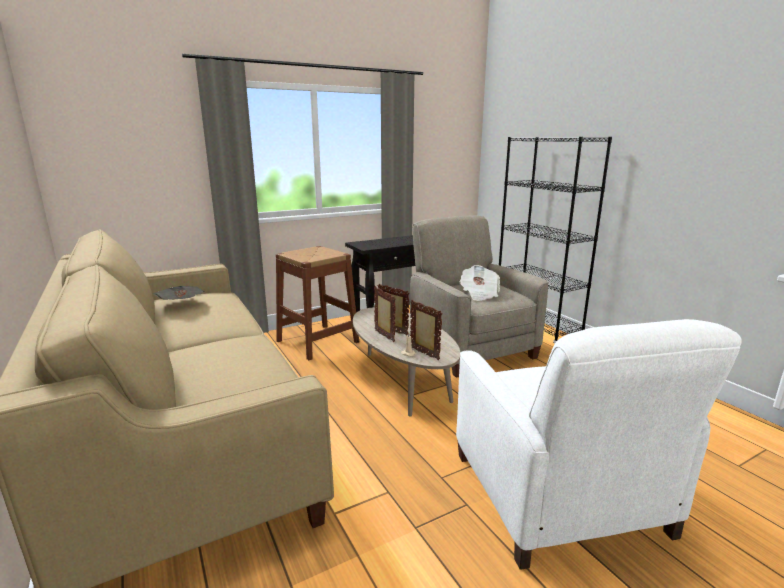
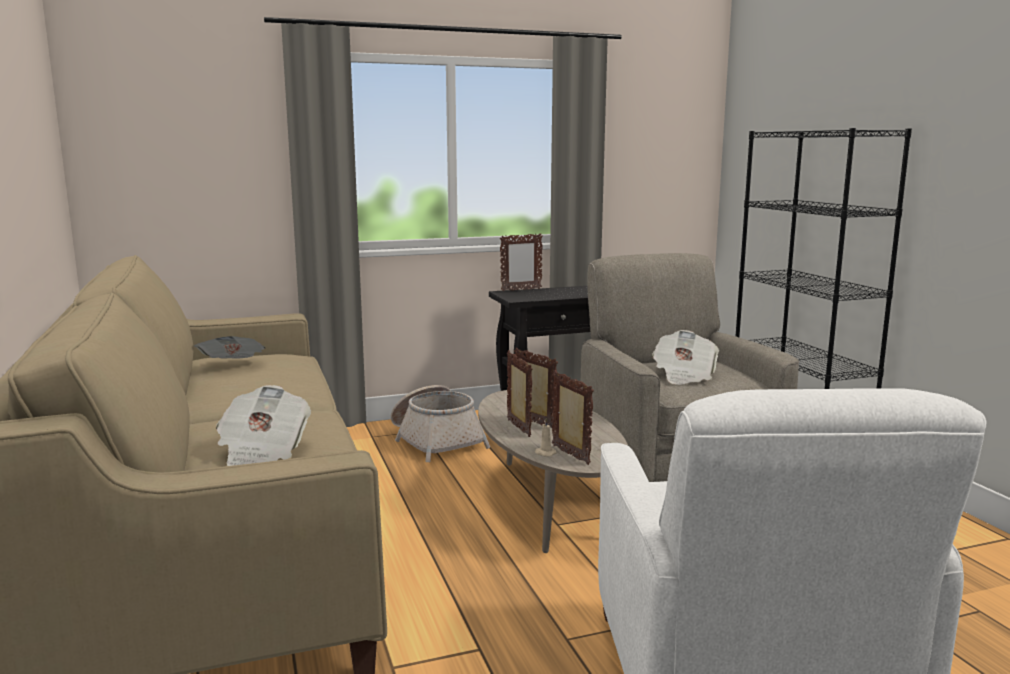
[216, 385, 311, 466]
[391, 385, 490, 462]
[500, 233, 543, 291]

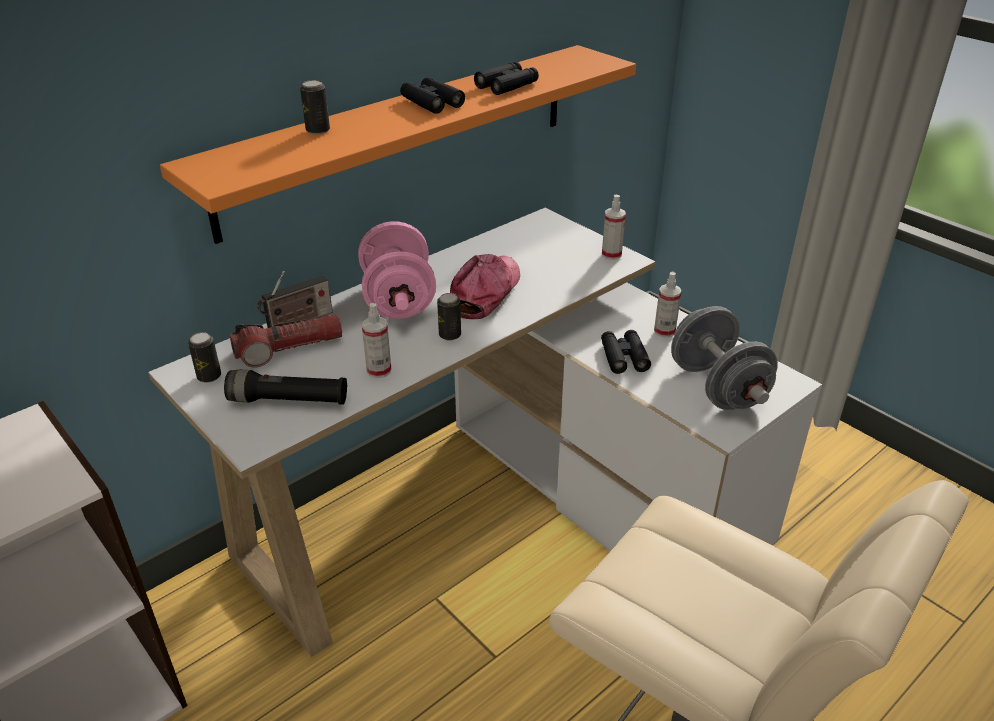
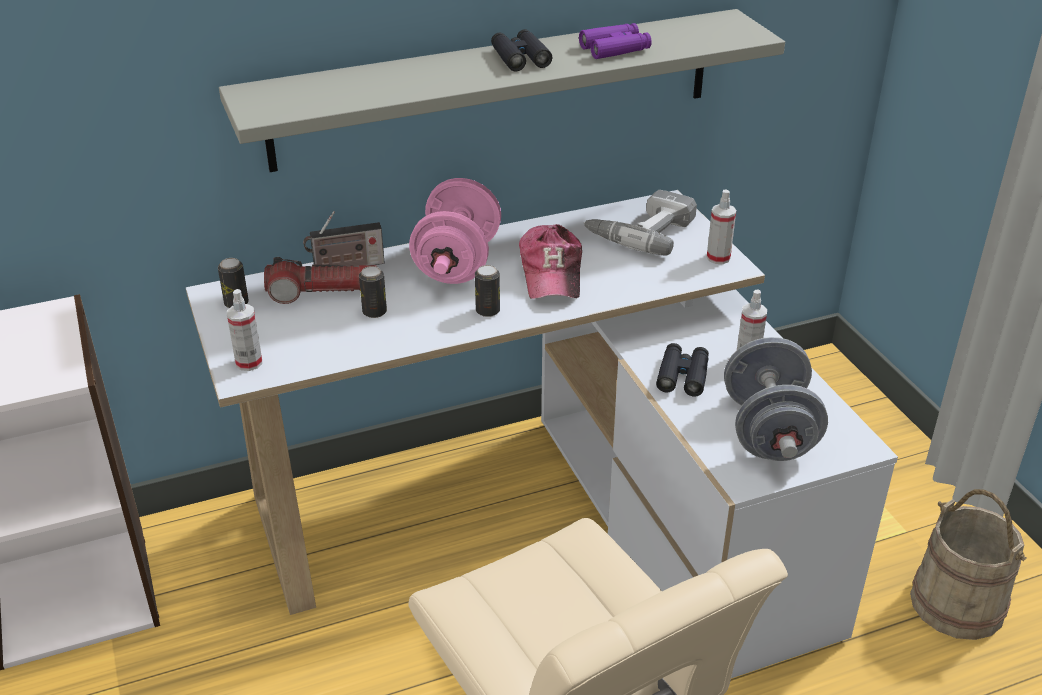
[219, 9, 785, 172]
[227, 289, 262, 371]
[359, 266, 387, 318]
[519, 224, 582, 299]
[579, 23, 652, 59]
[583, 190, 697, 255]
[910, 489, 1027, 640]
[224, 370, 347, 405] (first image)

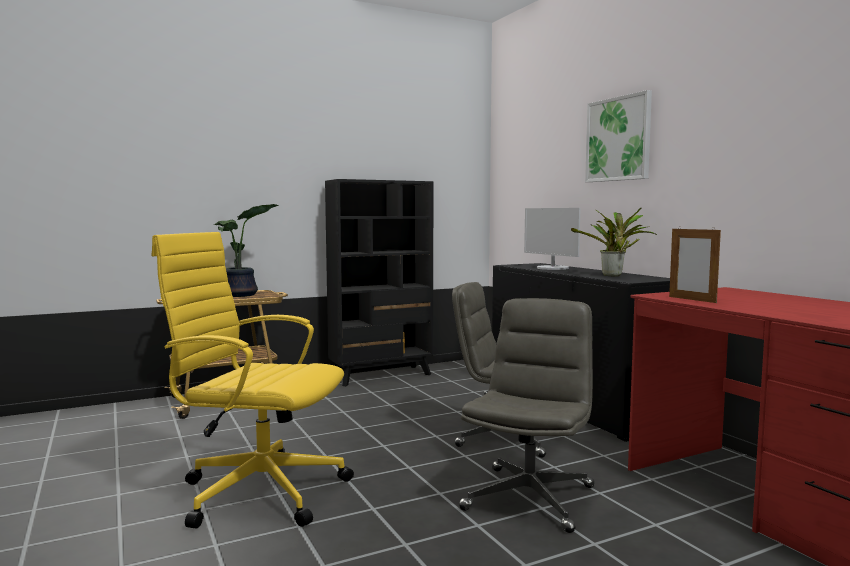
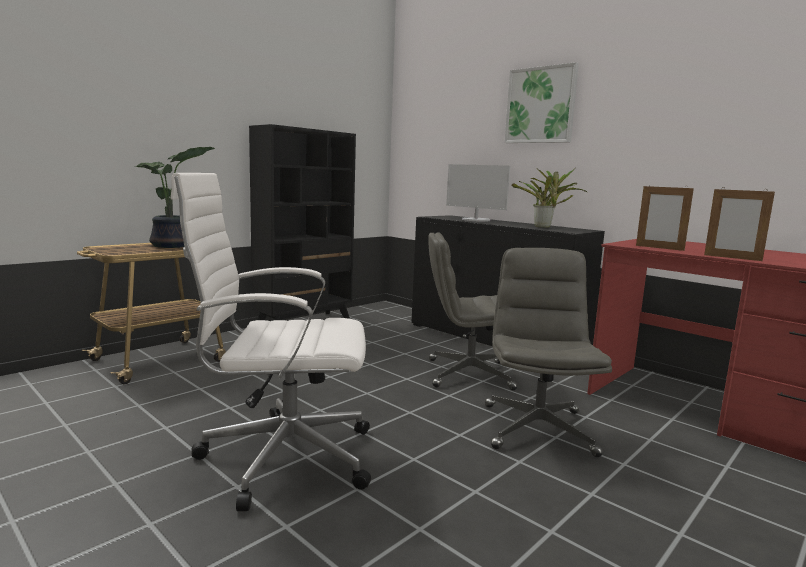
[171, 173, 371, 511]
[704, 187, 775, 261]

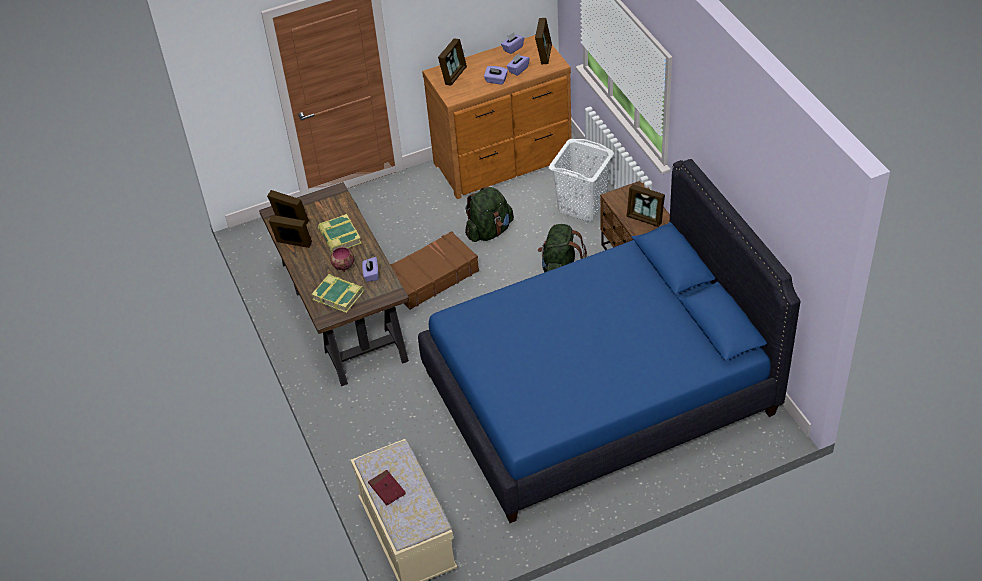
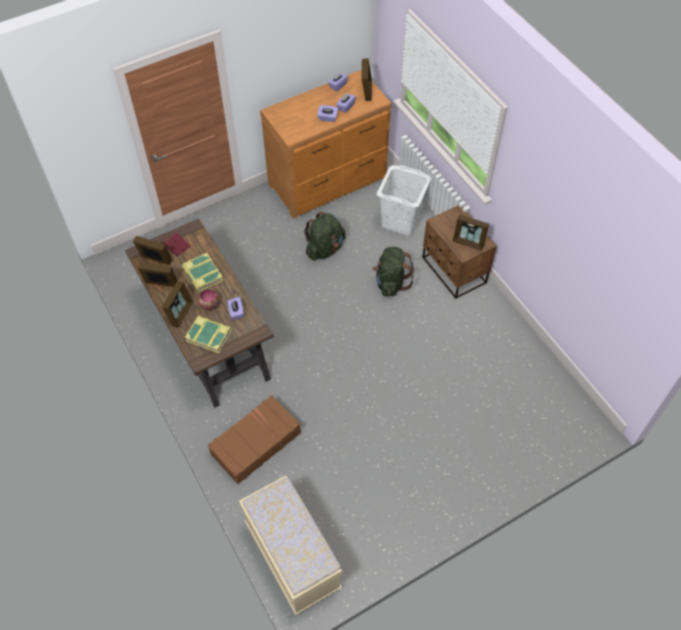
[161, 231, 190, 256]
[162, 281, 193, 328]
[208, 395, 301, 484]
[418, 159, 801, 523] (first image)

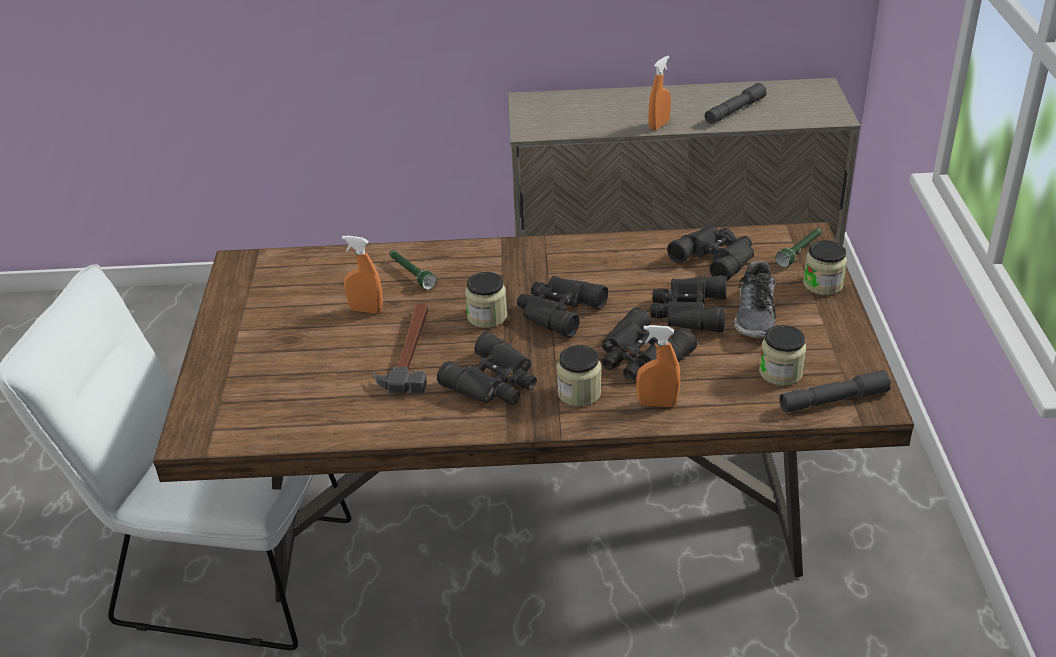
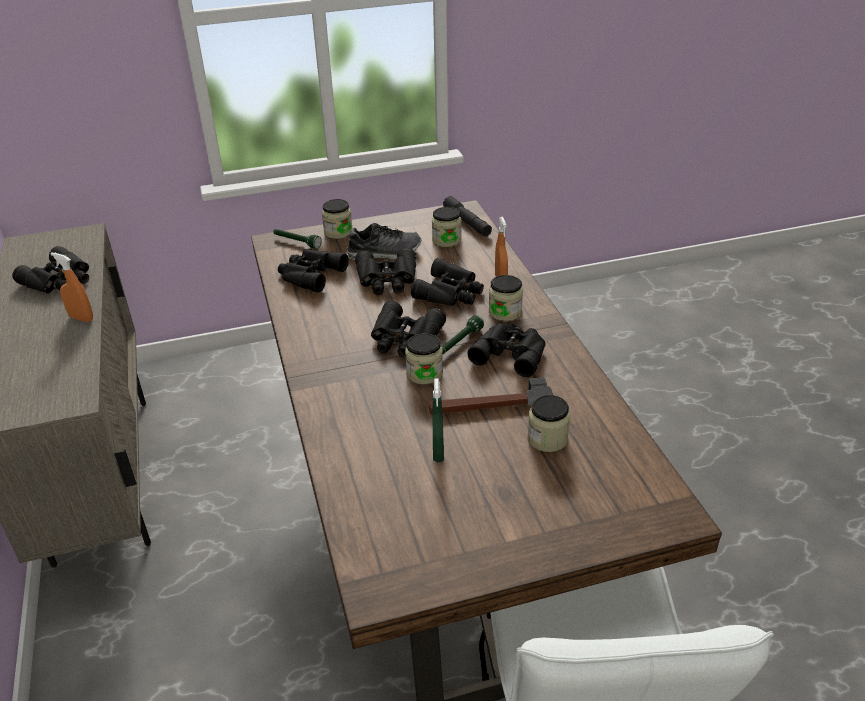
[13, 246, 89, 293]
[433, 378, 444, 462]
[442, 315, 484, 354]
[527, 395, 570, 452]

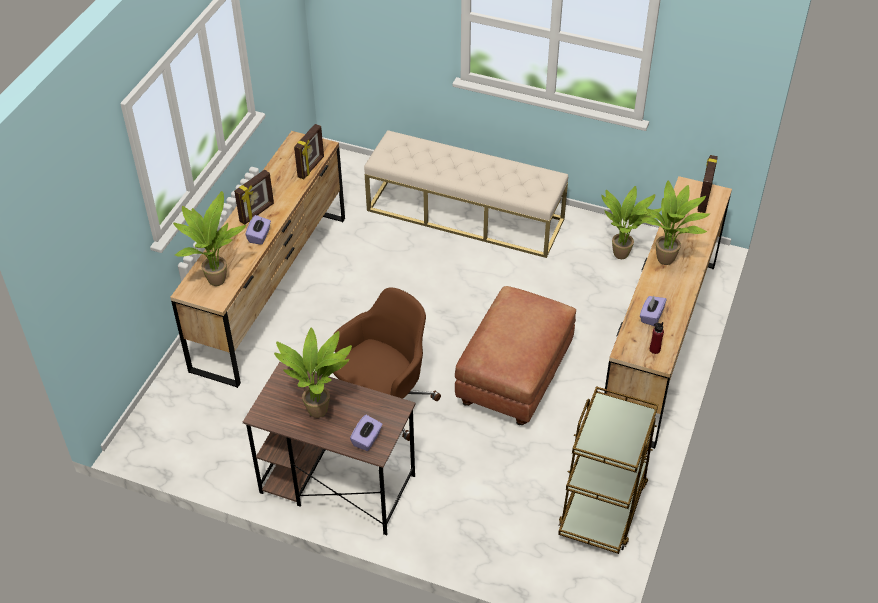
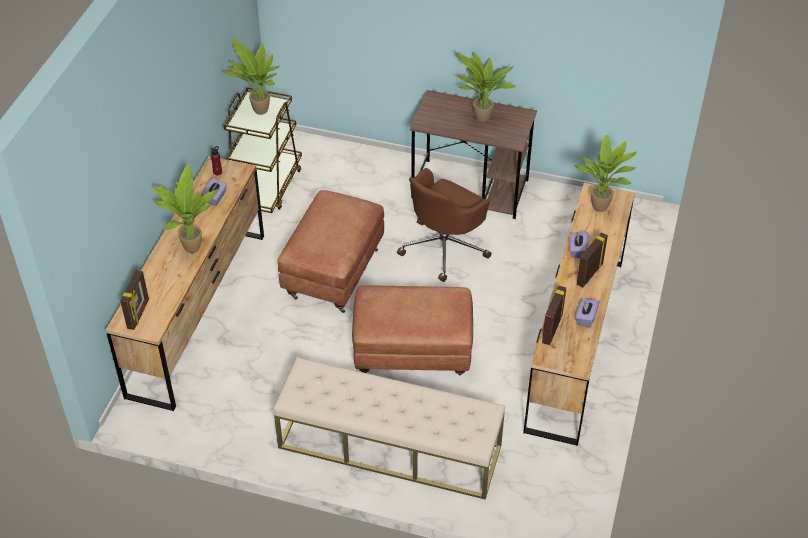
[223, 38, 279, 115]
[352, 285, 473, 375]
[575, 299, 600, 328]

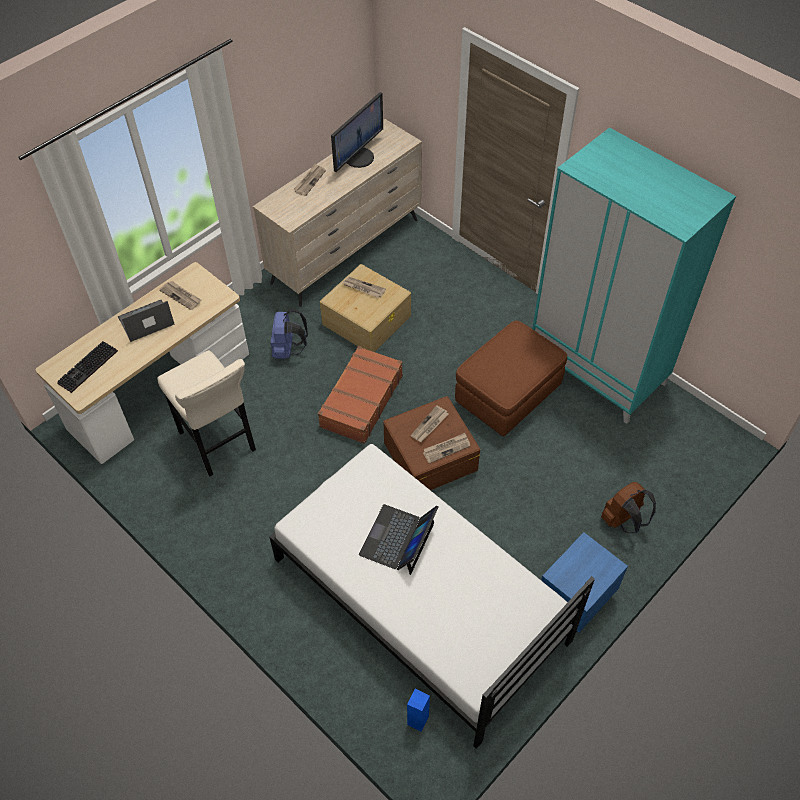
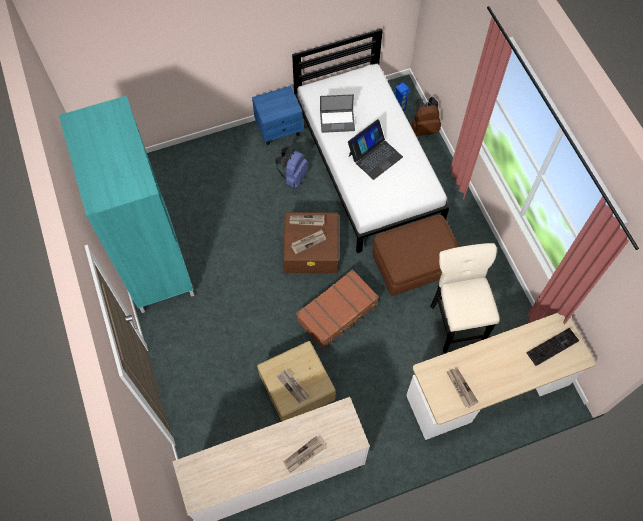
[275, 147, 308, 188]
[320, 94, 355, 133]
[373, 215, 459, 296]
[411, 96, 441, 136]
[331, 92, 383, 172] (first image)

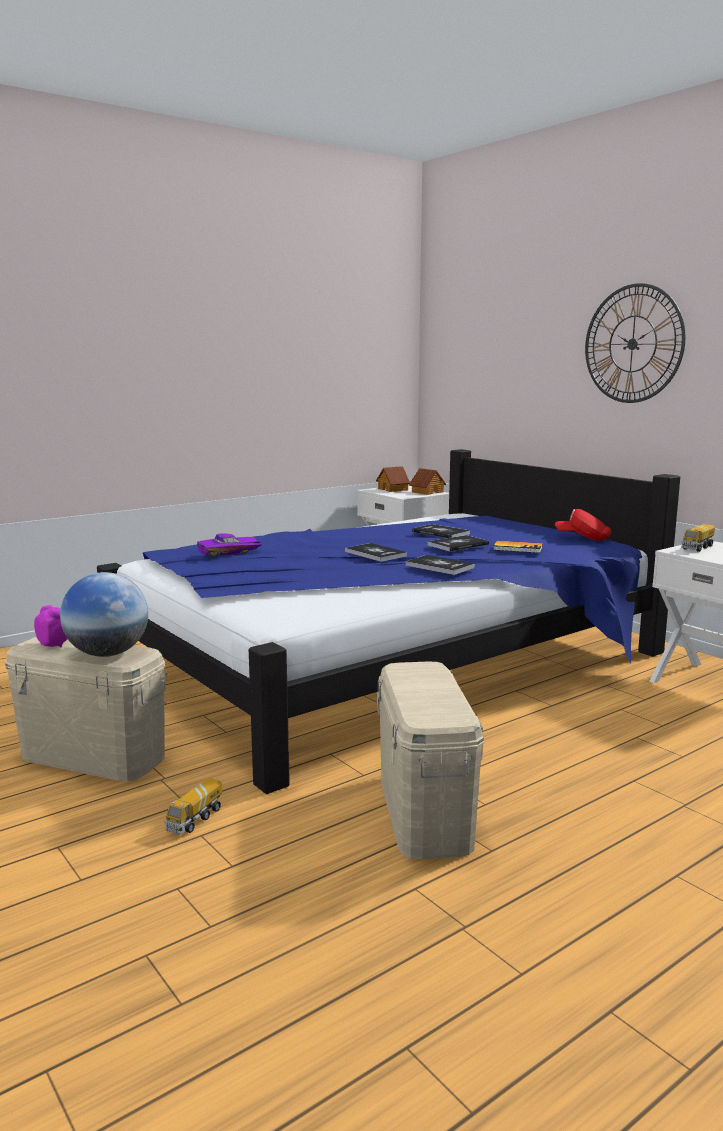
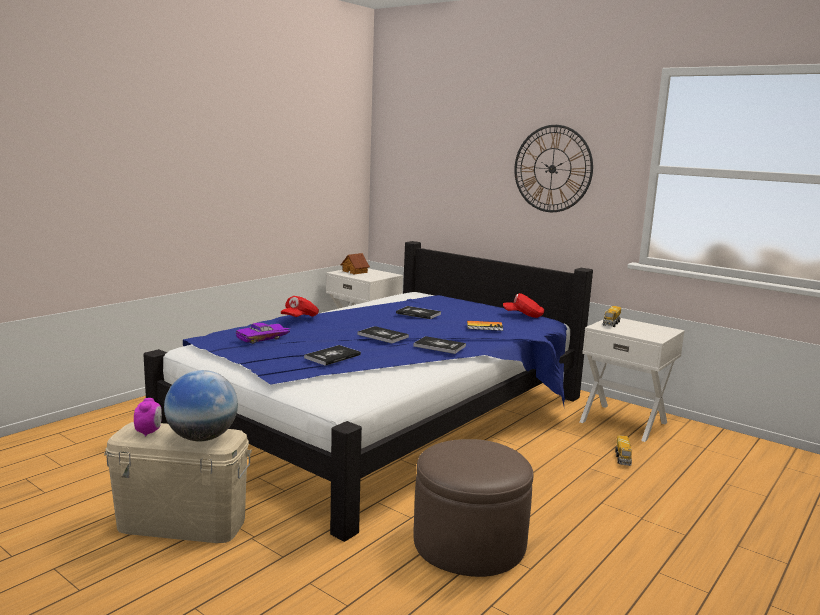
[134, 398, 162, 436]
[281, 296, 319, 317]
[304, 345, 361, 366]
[413, 439, 533, 577]
[615, 435, 632, 466]
[409, 468, 446, 495] (first image)

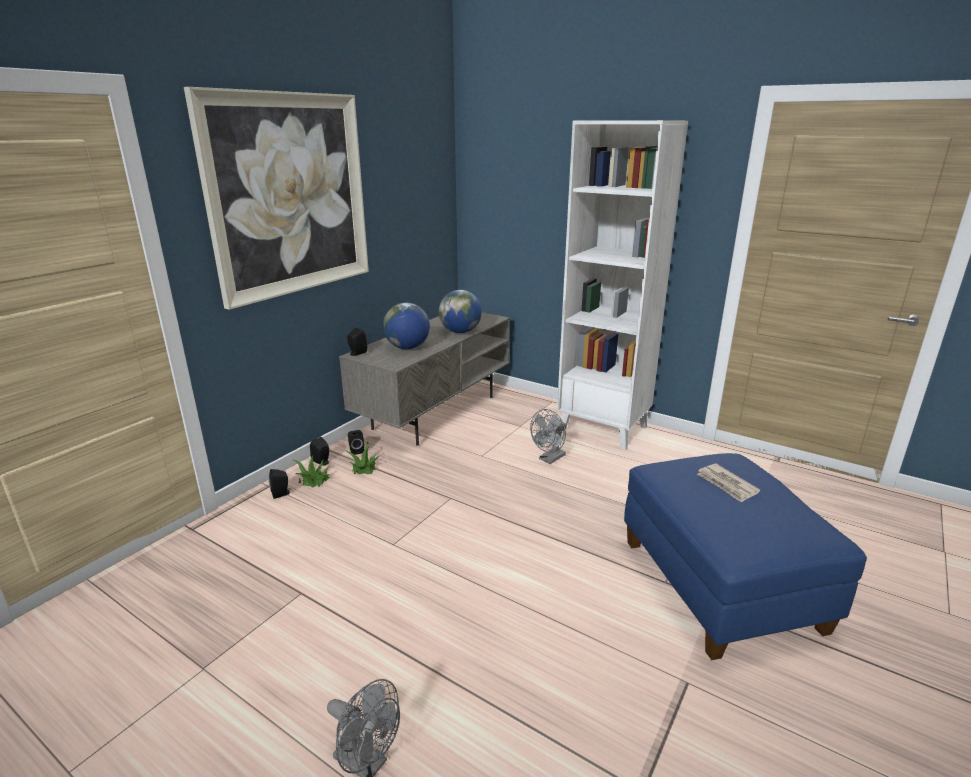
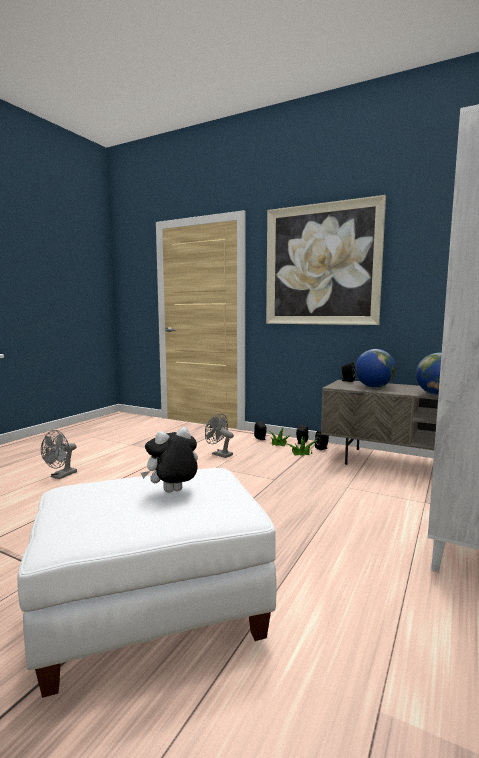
[17, 468, 277, 698]
[141, 427, 198, 492]
[205, 413, 234, 458]

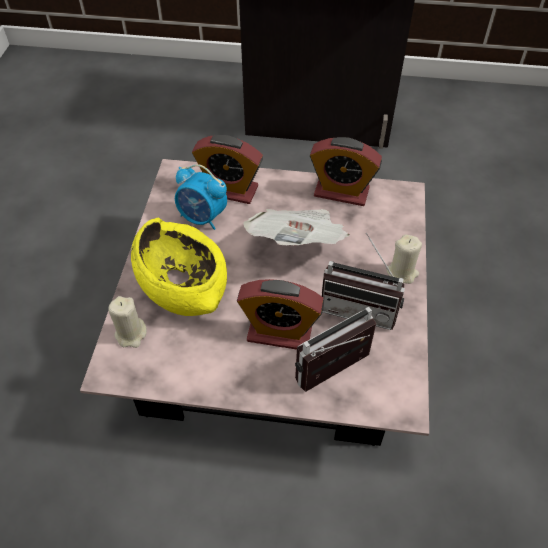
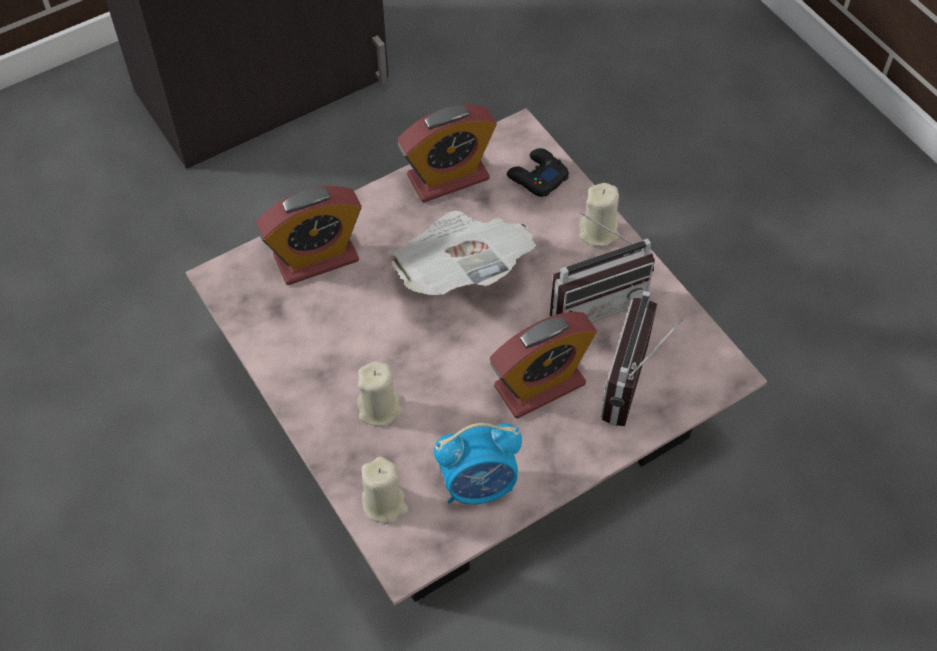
[357, 361, 402, 426]
[434, 423, 522, 504]
[507, 148, 569, 197]

